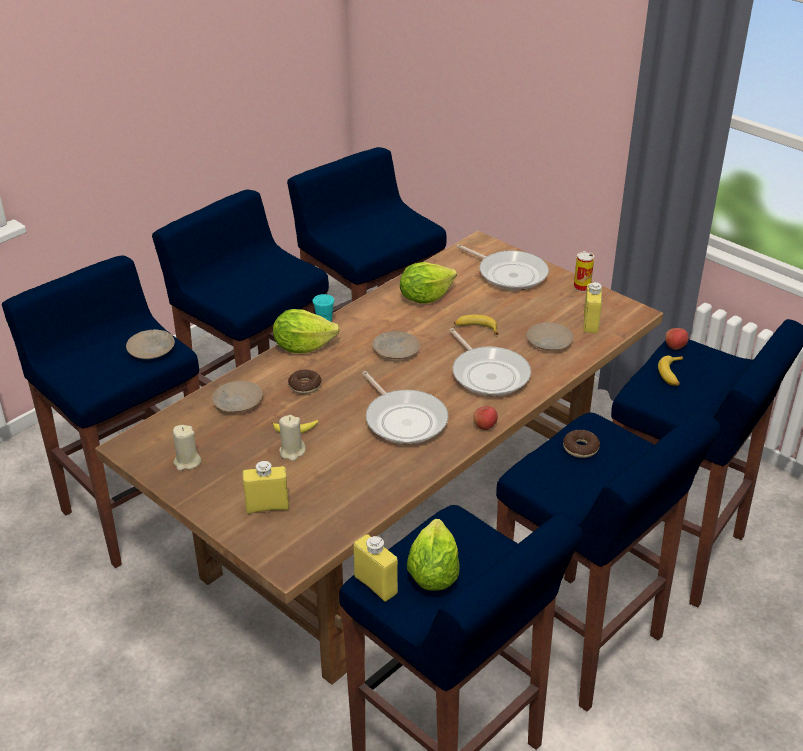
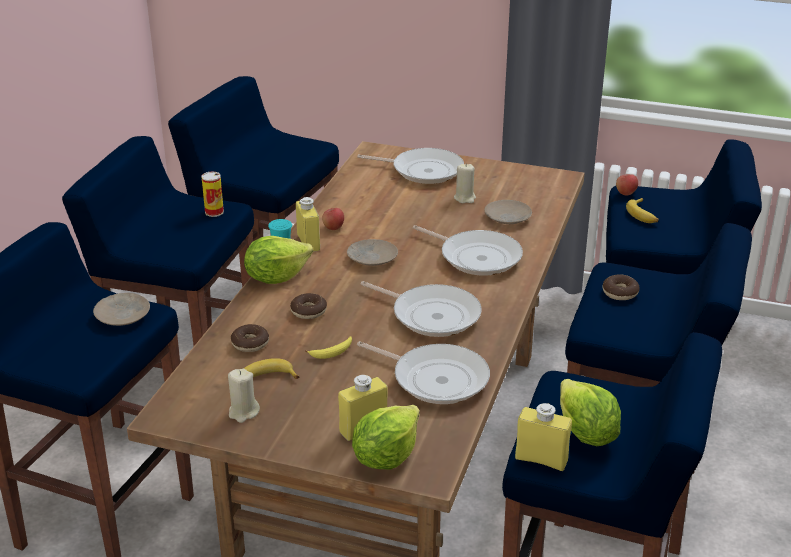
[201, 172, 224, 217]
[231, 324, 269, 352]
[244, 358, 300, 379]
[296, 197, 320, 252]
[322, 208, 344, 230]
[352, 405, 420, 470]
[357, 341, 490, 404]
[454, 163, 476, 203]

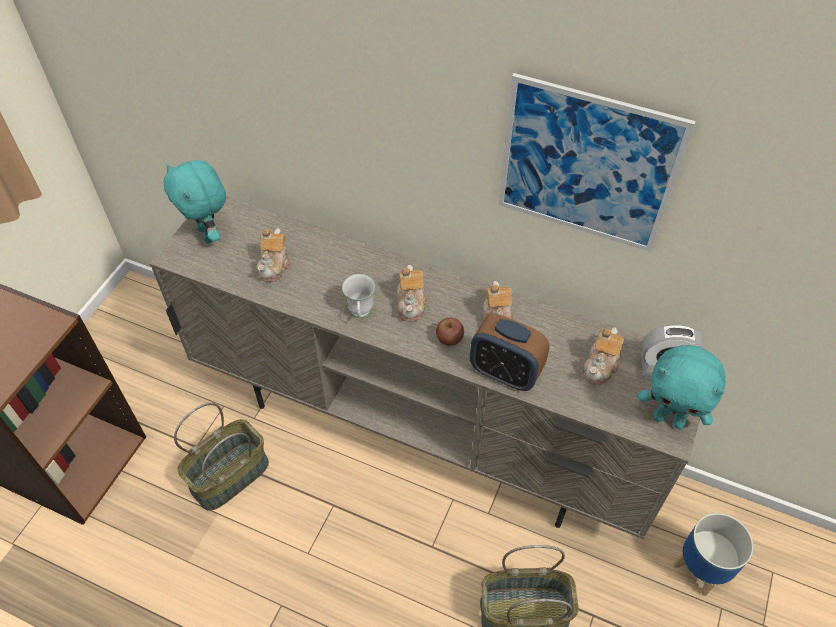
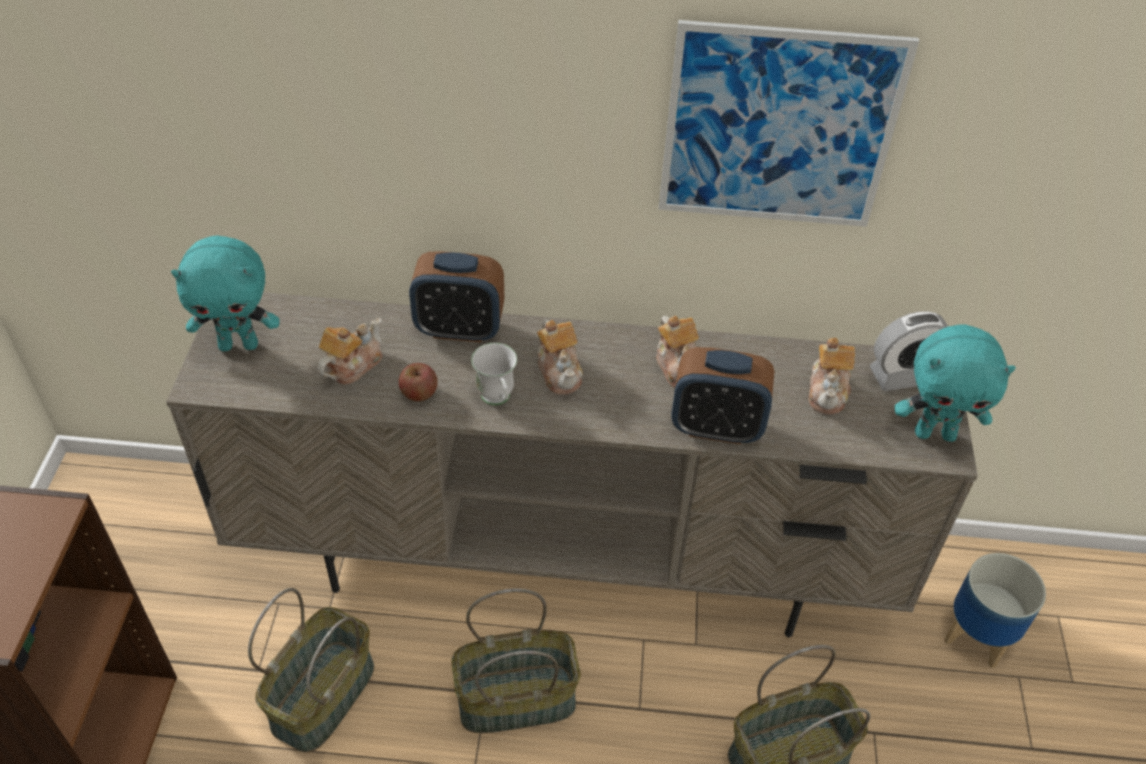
[171, 235, 280, 351]
[317, 318, 382, 385]
[399, 363, 438, 401]
[409, 251, 504, 342]
[451, 588, 581, 734]

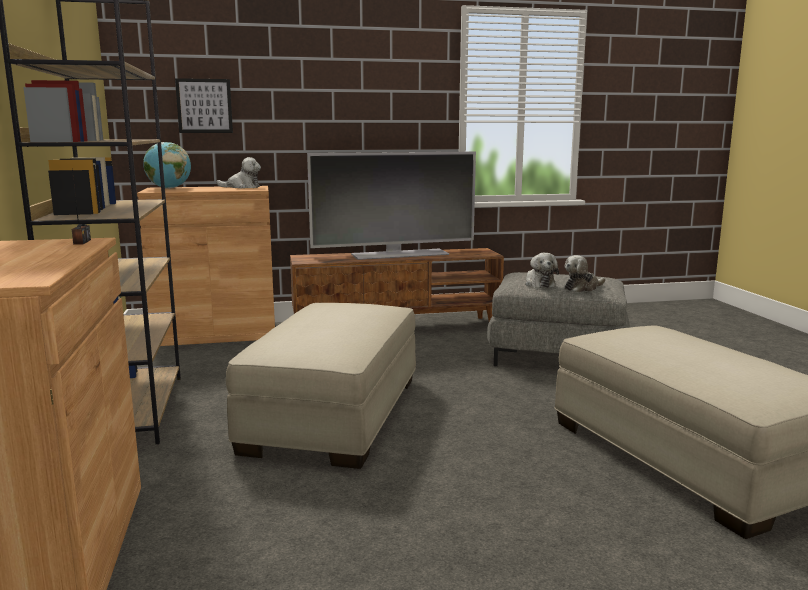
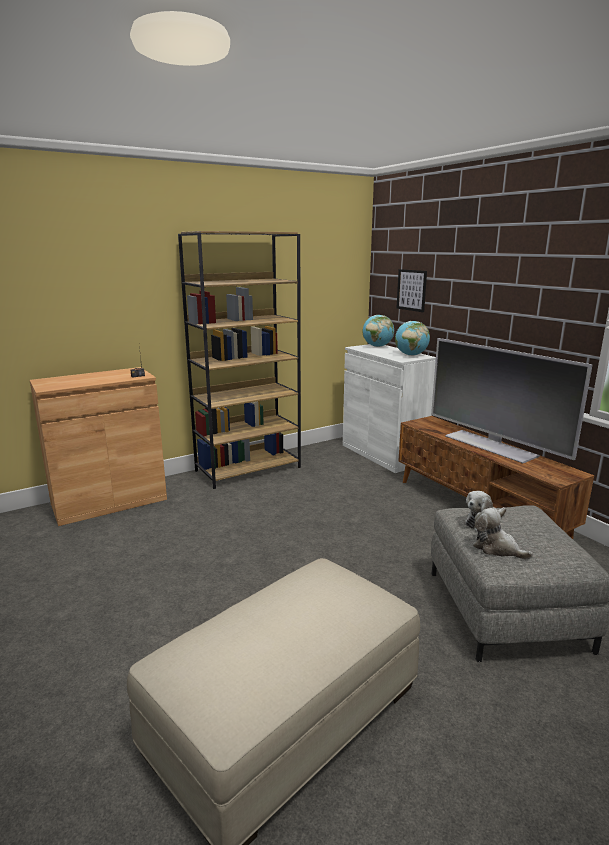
[343, 344, 436, 473]
[395, 321, 430, 356]
[226, 303, 416, 469] (first image)

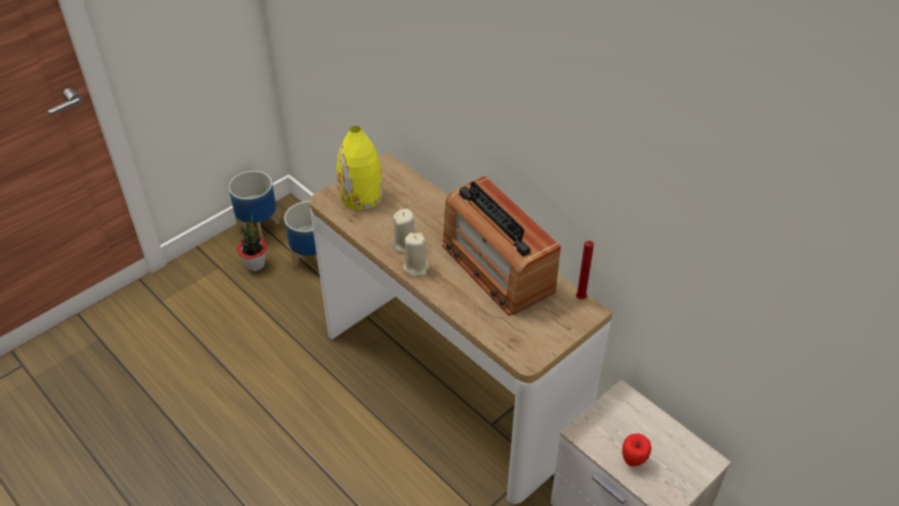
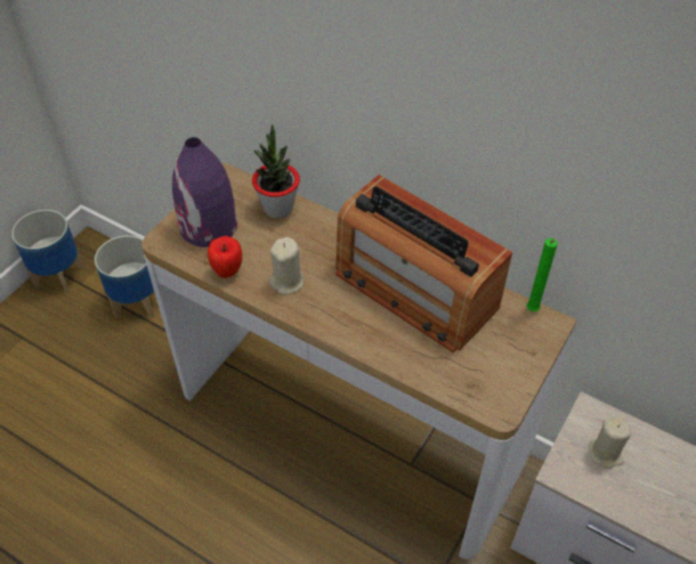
[172, 137, 237, 247]
[208, 236, 242, 278]
[252, 124, 300, 218]
[527, 238, 558, 312]
[589, 416, 631, 469]

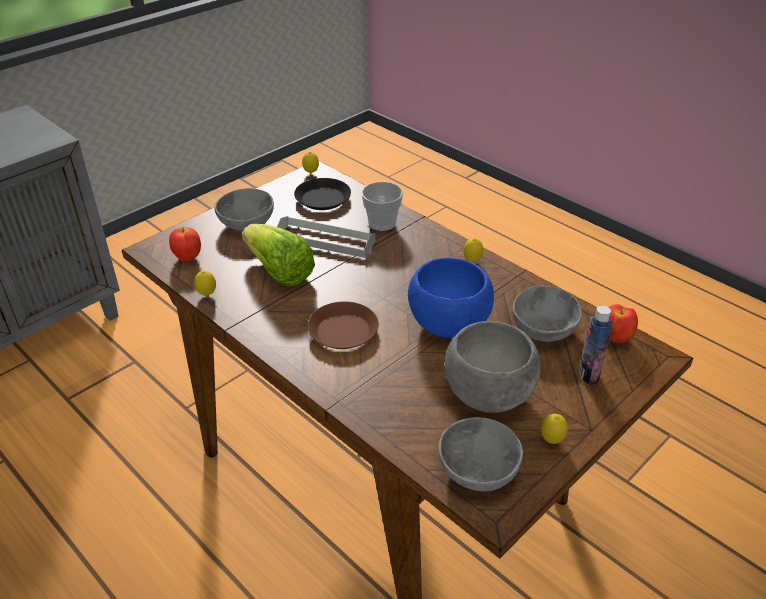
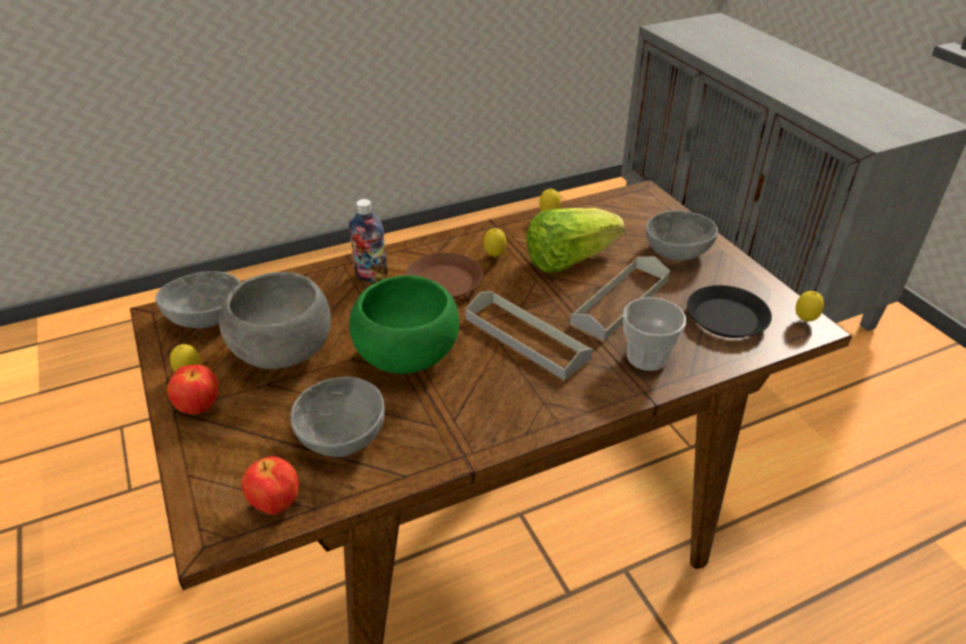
[167, 365, 219, 415]
[349, 199, 388, 282]
[349, 275, 459, 374]
[466, 291, 593, 380]
[484, 228, 506, 257]

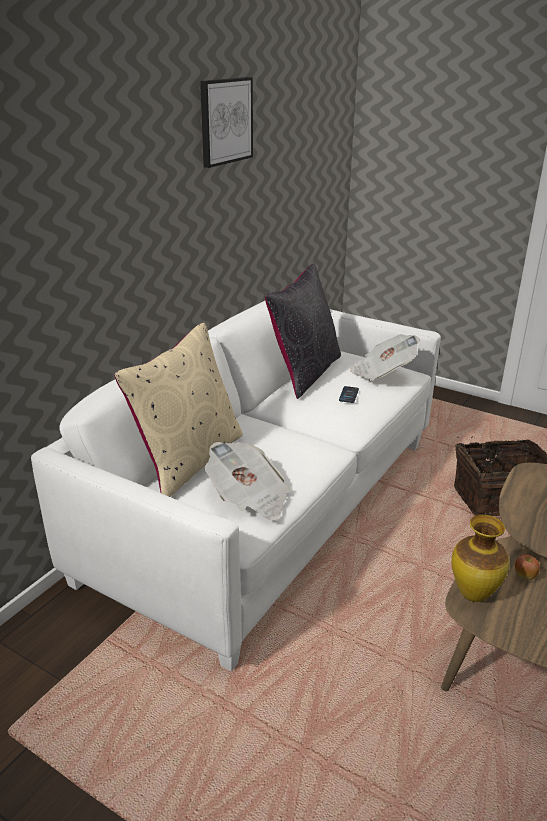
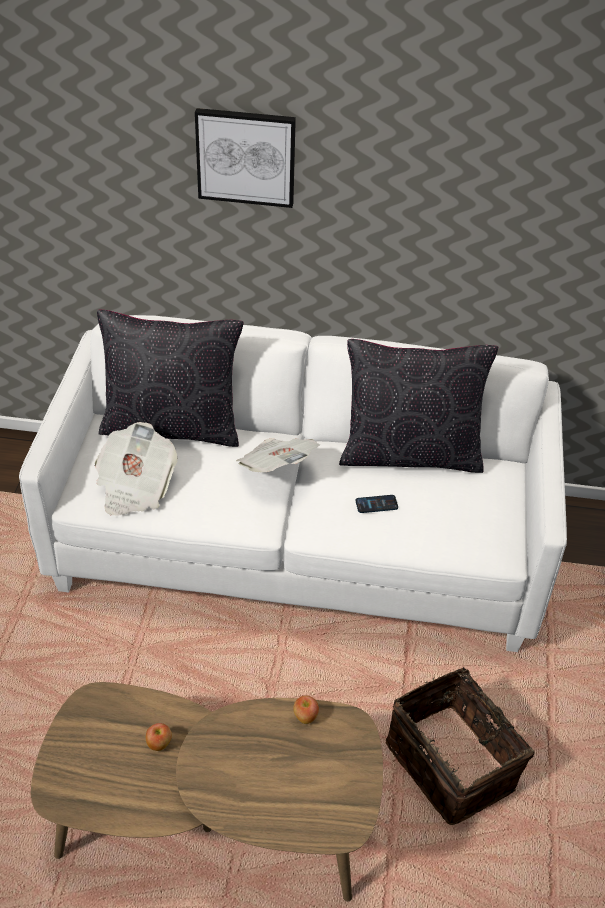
[97, 310, 244, 447]
[195, 108, 296, 208]
[236, 438, 320, 472]
[293, 696, 319, 724]
[452, 515, 509, 602] (first image)

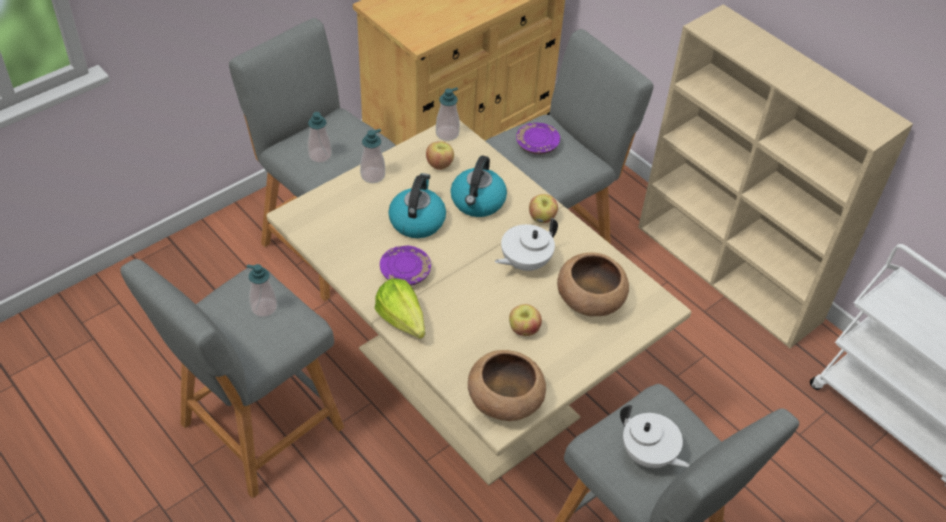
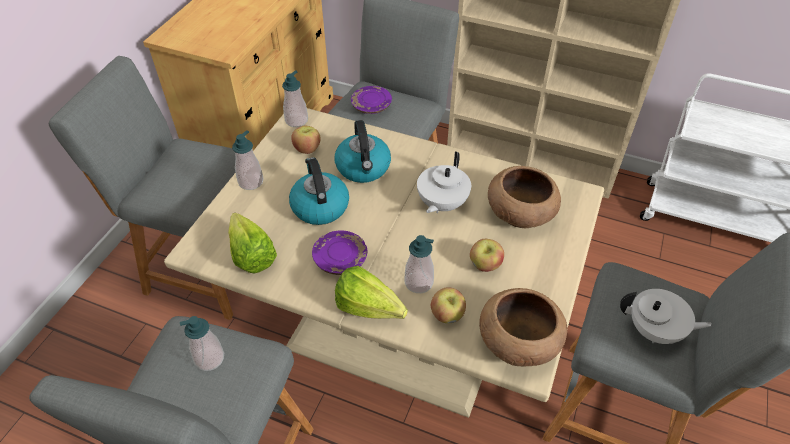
[228, 212, 277, 273]
[405, 235, 434, 293]
[431, 287, 466, 323]

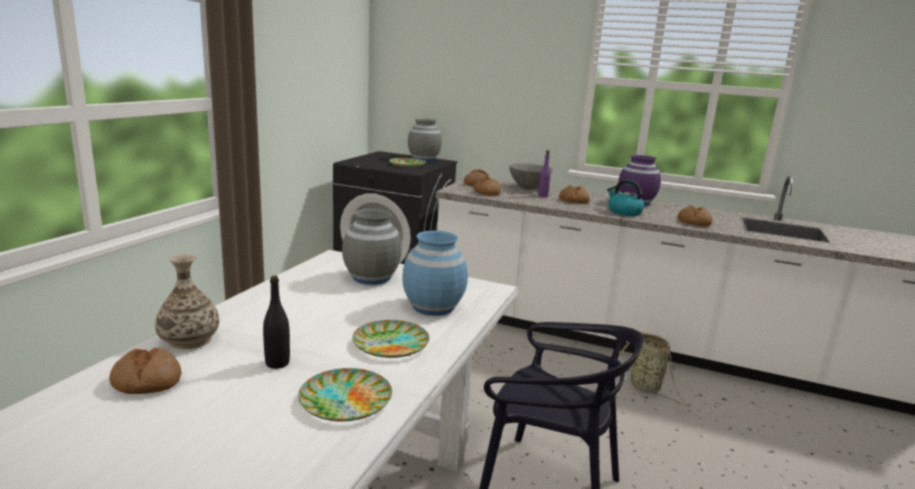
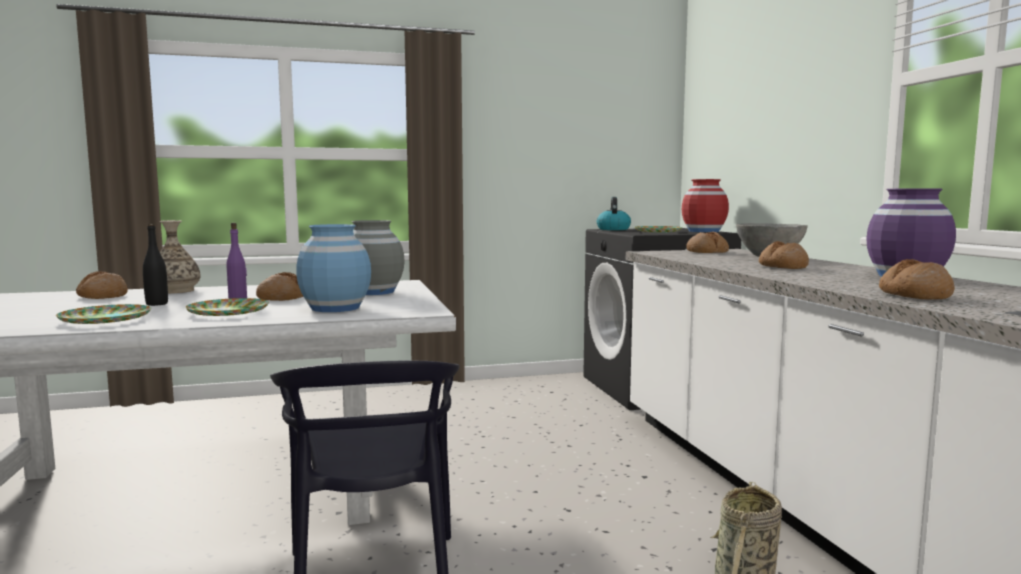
[226, 223, 247, 299]
[256, 272, 304, 301]
[597, 197, 631, 230]
[682, 179, 729, 232]

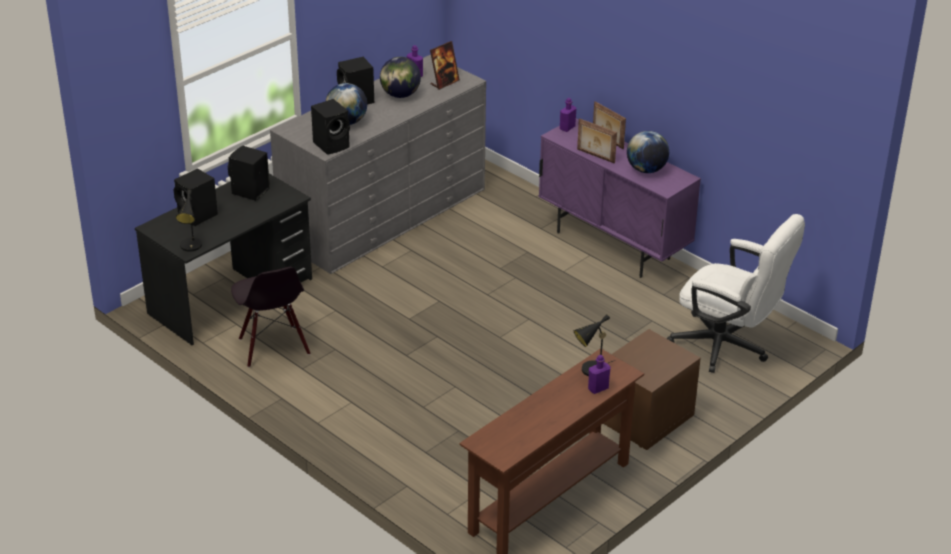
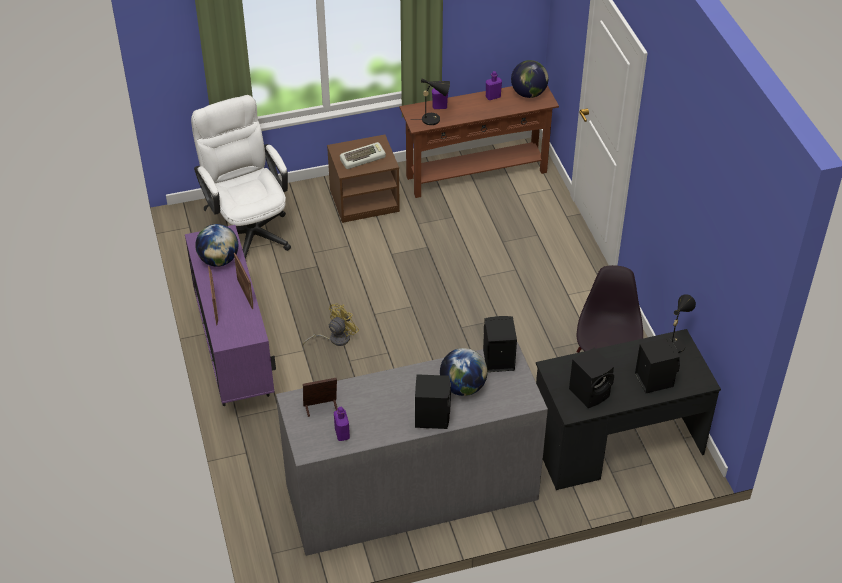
[303, 304, 359, 346]
[340, 142, 386, 169]
[486, 71, 502, 100]
[511, 60, 548, 98]

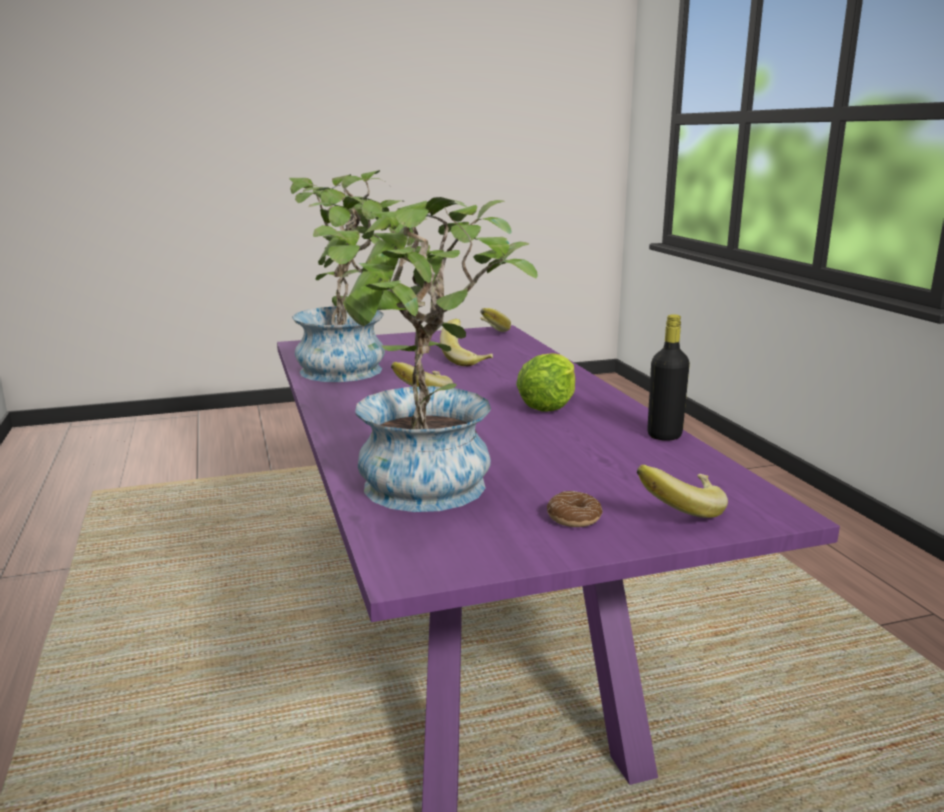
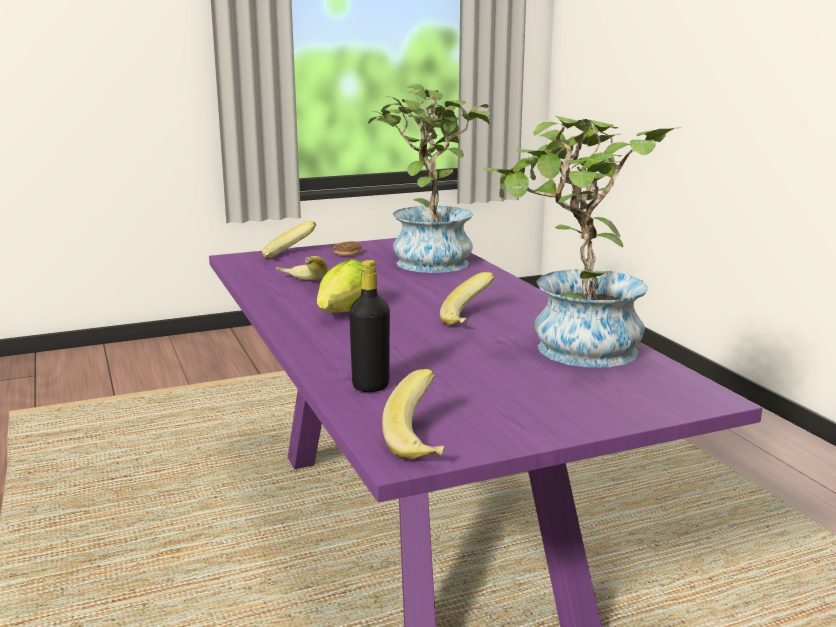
[276, 256, 328, 280]
[349, 260, 390, 392]

